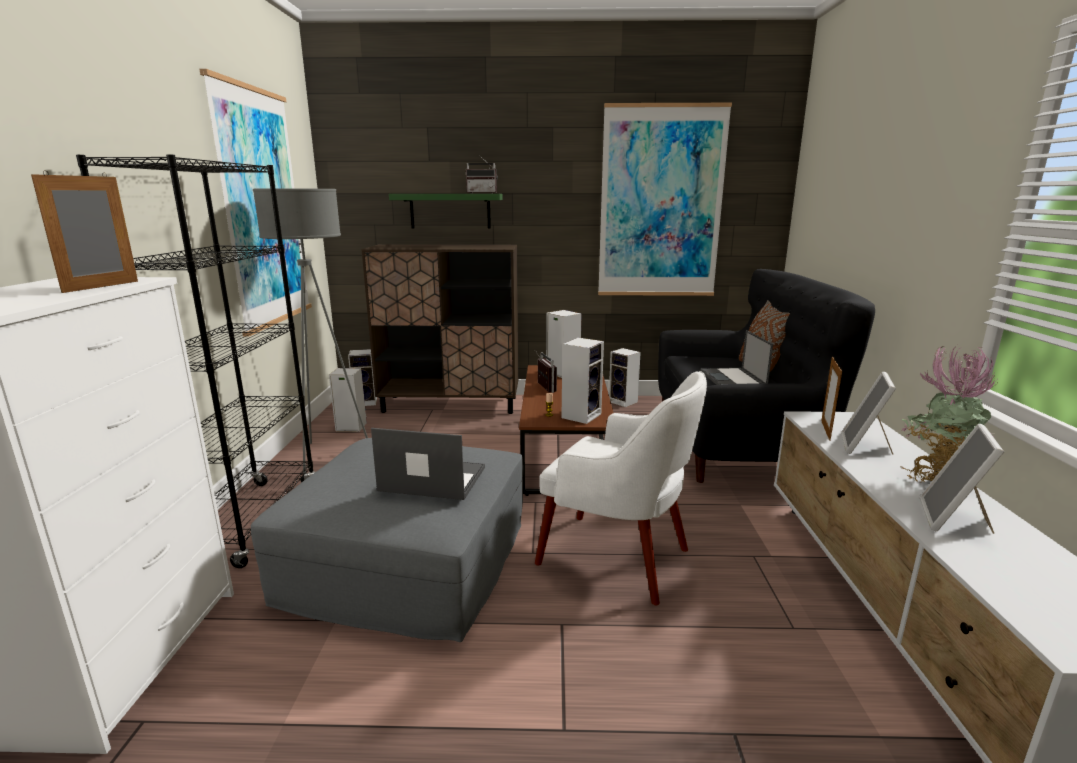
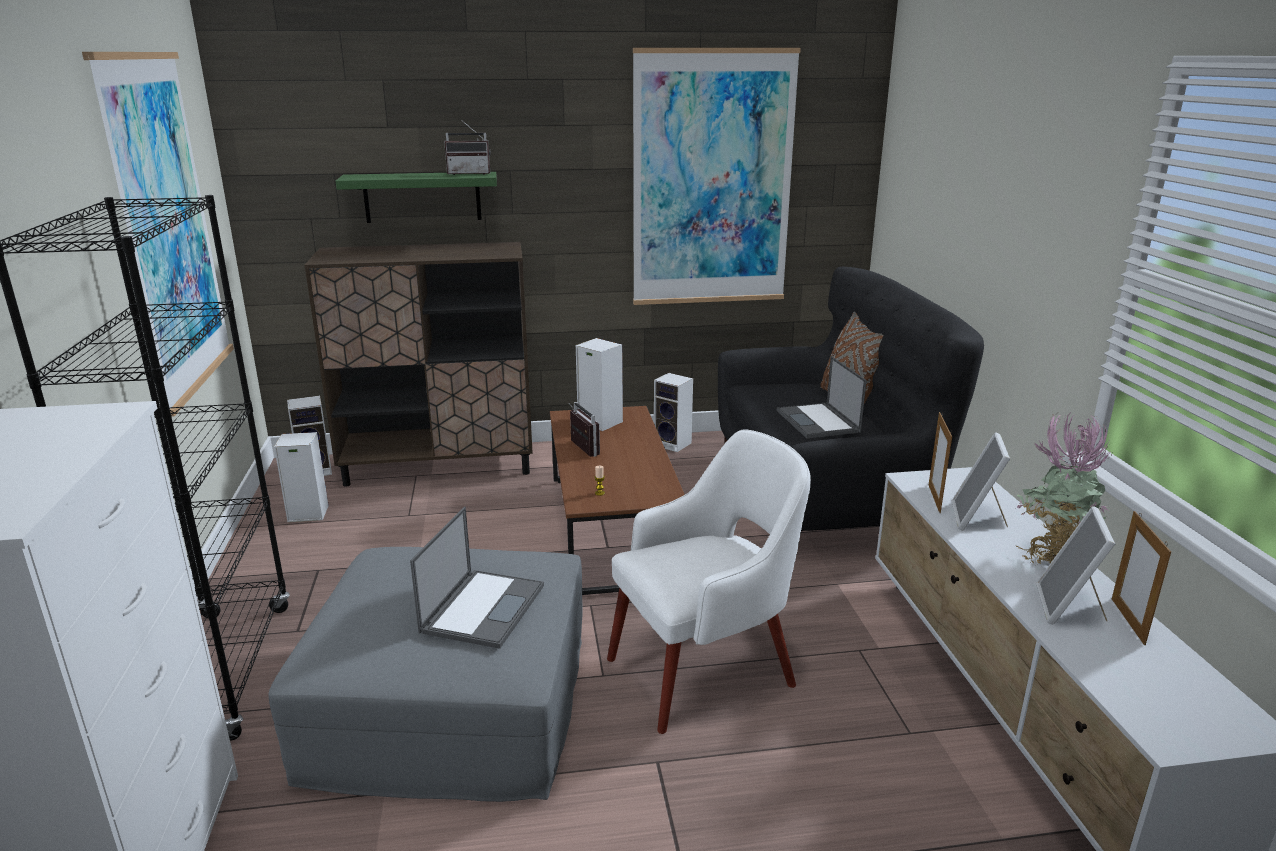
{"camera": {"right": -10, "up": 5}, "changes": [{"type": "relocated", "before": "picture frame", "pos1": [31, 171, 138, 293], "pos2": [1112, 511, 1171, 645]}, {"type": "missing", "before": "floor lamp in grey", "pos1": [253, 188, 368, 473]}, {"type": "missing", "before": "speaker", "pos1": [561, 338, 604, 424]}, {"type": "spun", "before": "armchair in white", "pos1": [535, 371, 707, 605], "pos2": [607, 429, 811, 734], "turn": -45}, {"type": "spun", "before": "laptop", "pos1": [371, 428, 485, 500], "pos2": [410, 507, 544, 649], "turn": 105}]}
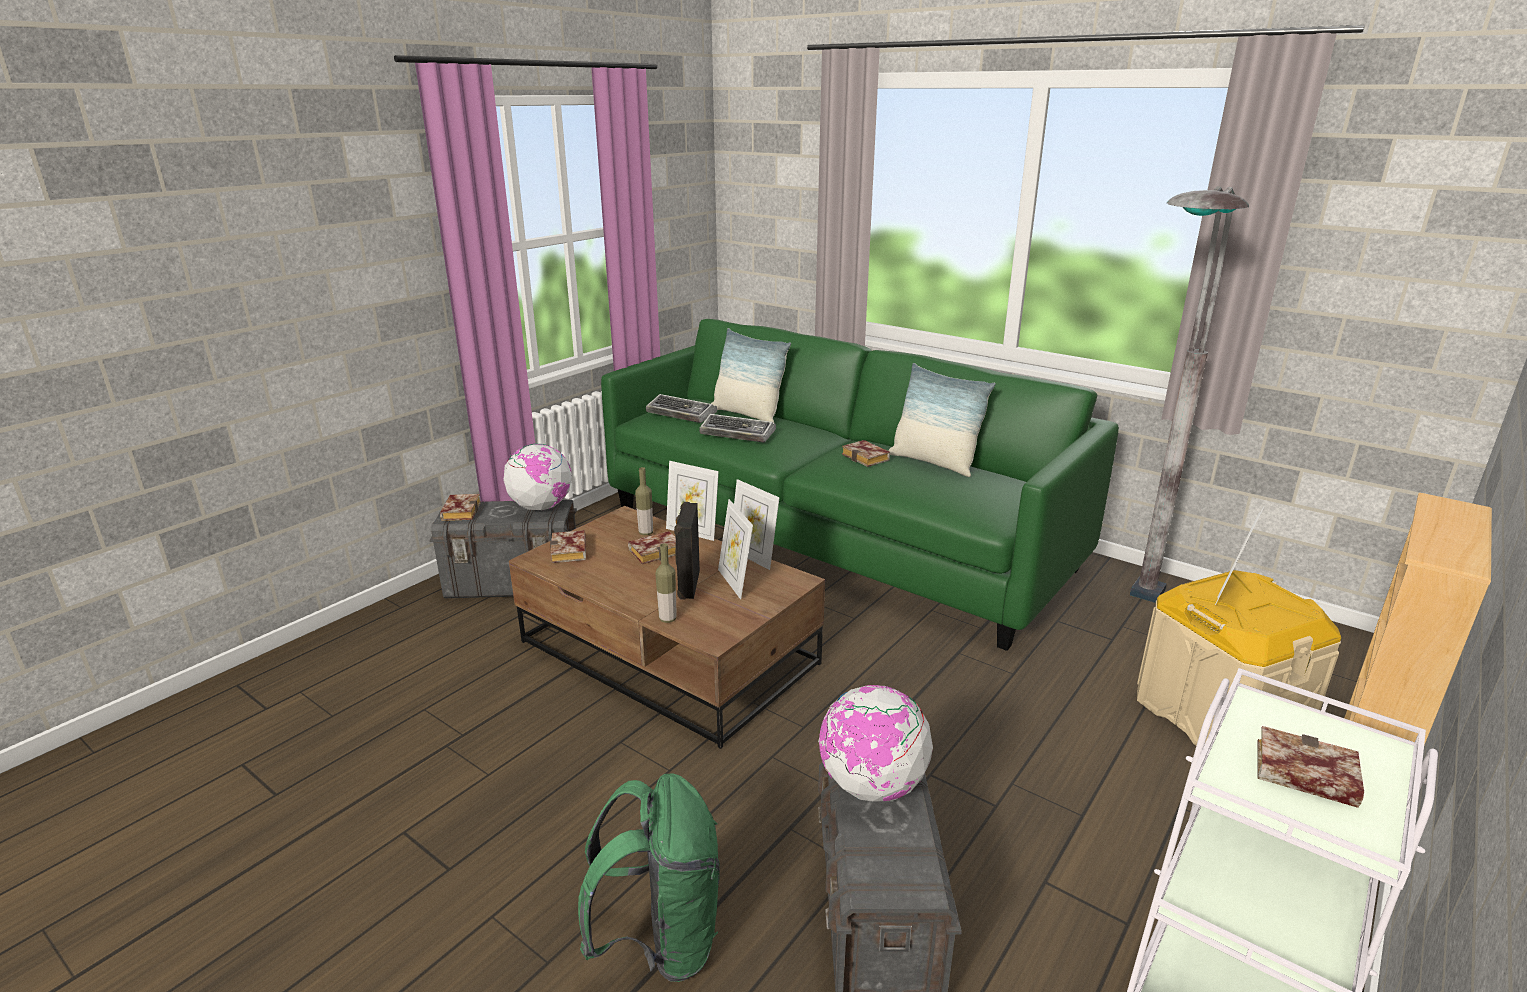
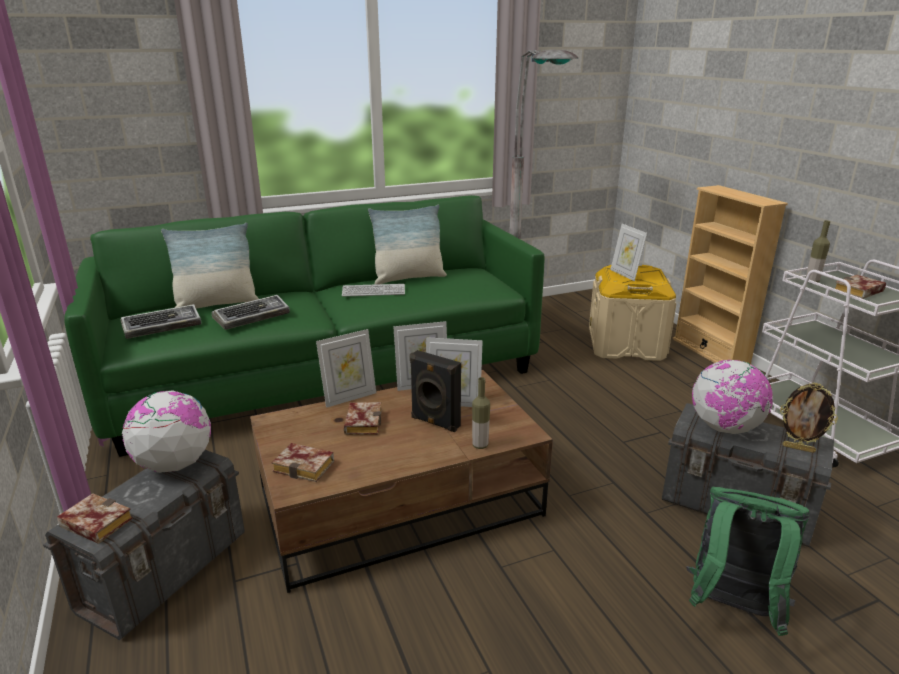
{"camera": {"right": -60, "up": 0}, "changes": [{"type": "exchanged", "before": "book", "after": "keyboard", "pos1": [842, 440, 890, 467], "pos2": [342, 284, 405, 297]}, {"type": "relocated", "before": "bottle", "pos1": [635, 467, 653, 535], "pos2": [806, 220, 830, 282]}, {"type": "appeared", "after": "picture frame", "pos2": [780, 383, 838, 453]}]}
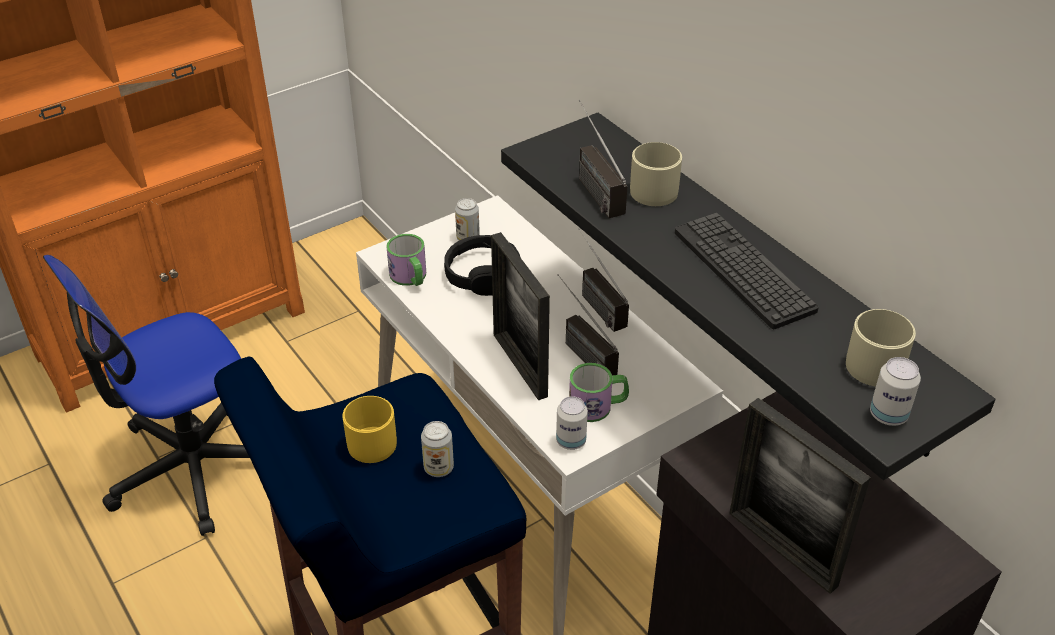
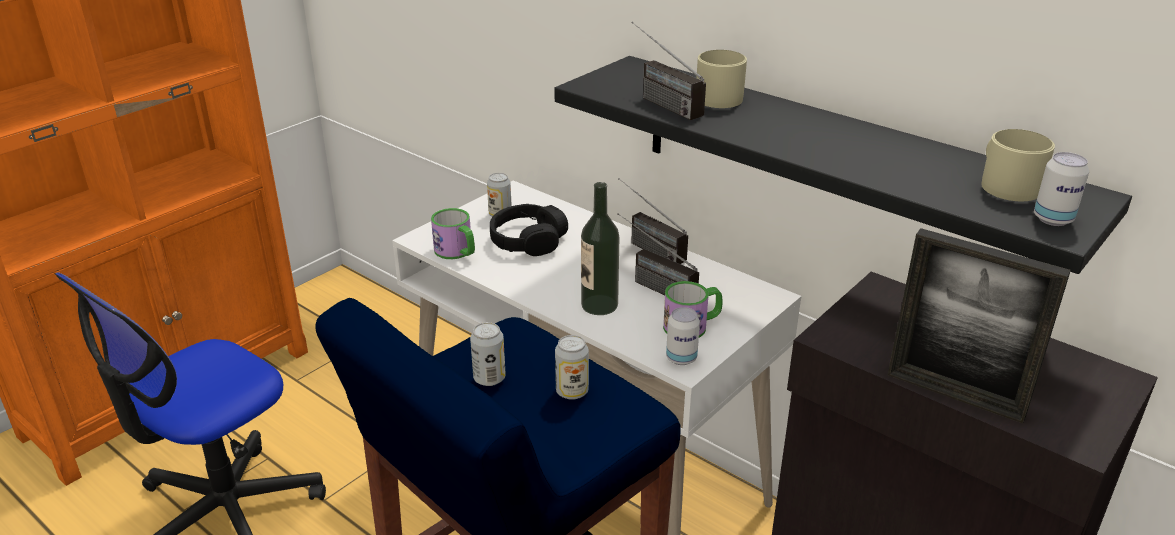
{"camera": {"right": -15, "up": -10}, "changes": [{"type": "missing", "before": "keyboard", "pos1": [675, 213, 819, 329]}, {"type": "exchanged", "before": "picture frame", "after": "bottle", "pos1": [491, 232, 550, 400], "pos2": [581, 182, 619, 315]}, {"type": "exchanged", "before": "mug in yellow", "after": "can", "pos1": [342, 396, 397, 463], "pos2": [470, 322, 506, 386]}]}
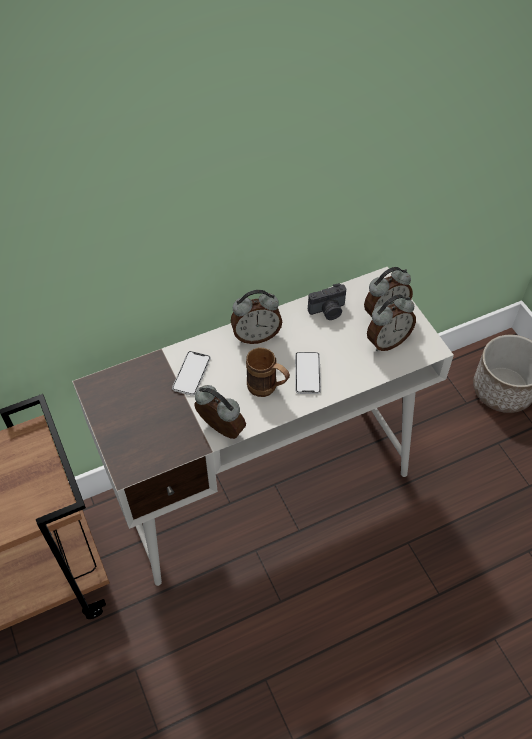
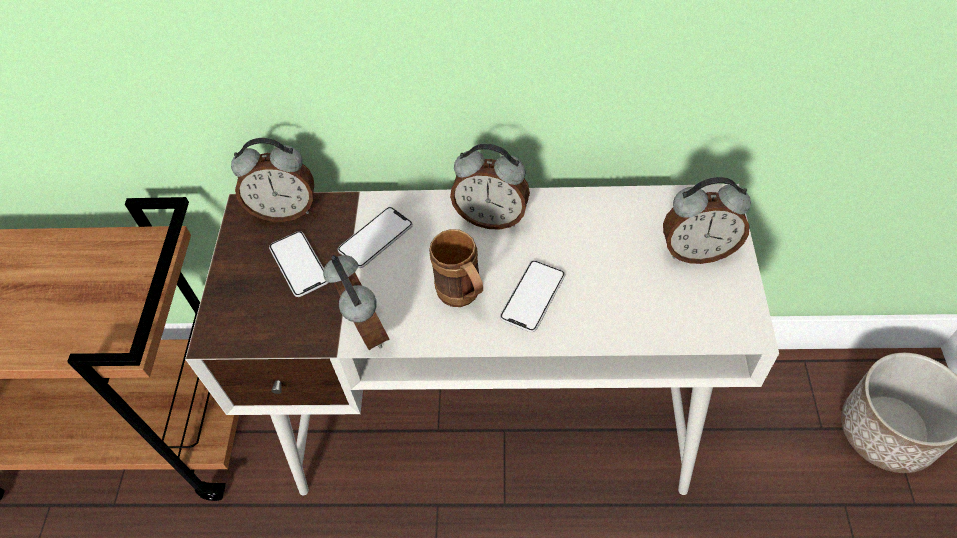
{"camera": {"right": 30, "up": 0}, "changes": [{"type": "missing", "before": "photo camera", "pos1": [308, 283, 346, 320]}, {"type": "relocated", "before": "alarm clock", "pos1": [367, 295, 416, 351], "pos2": [231, 138, 314, 222]}, {"type": "appeared", "after": "phone", "pos2": [269, 231, 329, 297]}]}
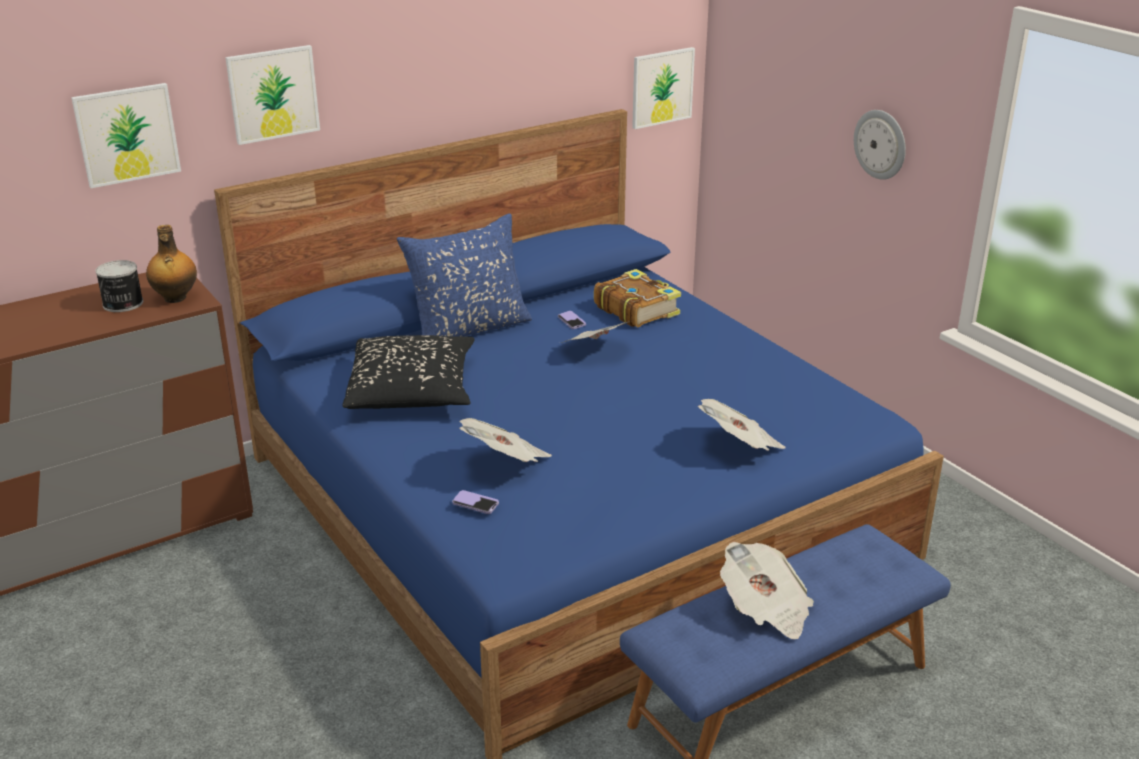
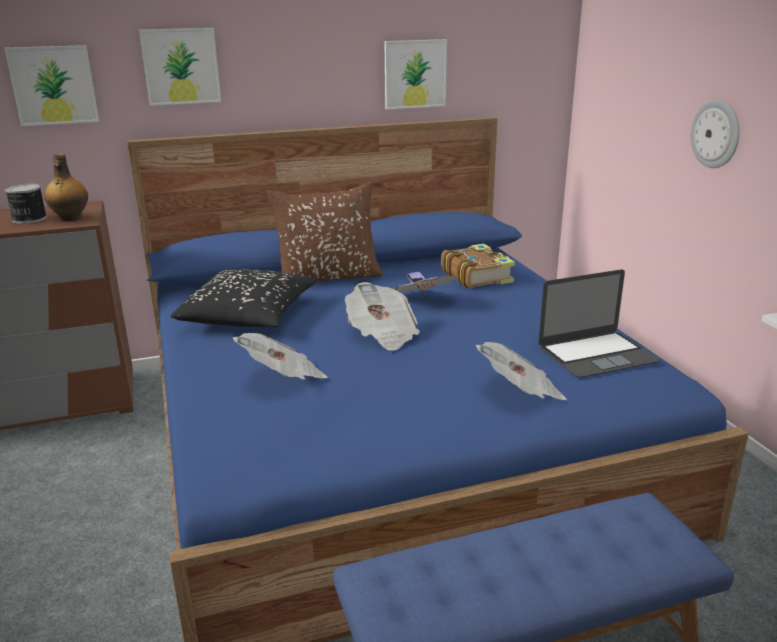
{"camera": {"right": 15, "up": -5}, "changes": [{"type": "relocated", "before": "picture", "pos1": [632, 47, 695, 129], "pos2": [385, 39, 447, 110]}, {"type": "colour", "before": "pillow in blue", "after": "pillow in brown", "pos1": [397, 213, 532, 337], "pos2": [266, 182, 383, 282]}, {"type": "missing", "before": "phone", "pos1": [452, 490, 499, 514]}, {"type": "relocated", "before": "newspaper", "pos1": [720, 542, 814, 639], "pos2": [345, 282, 420, 351]}, {"type": "appeared", "after": "laptop", "pos2": [539, 269, 660, 378]}]}
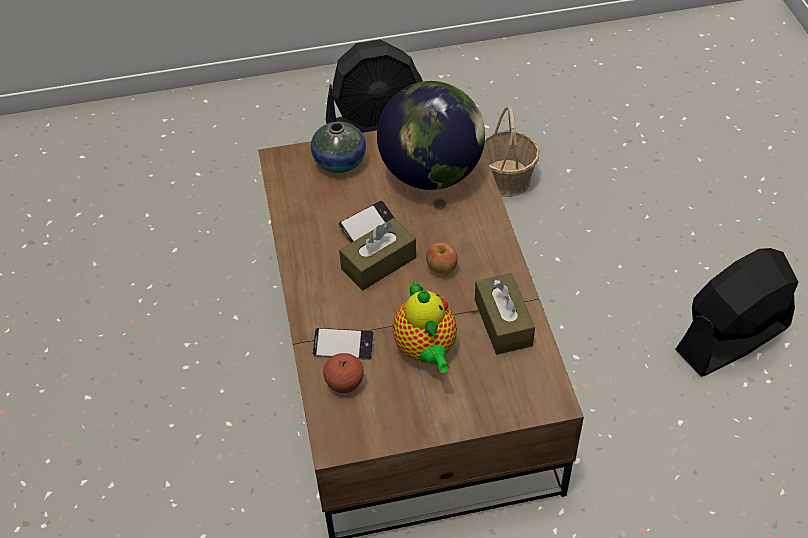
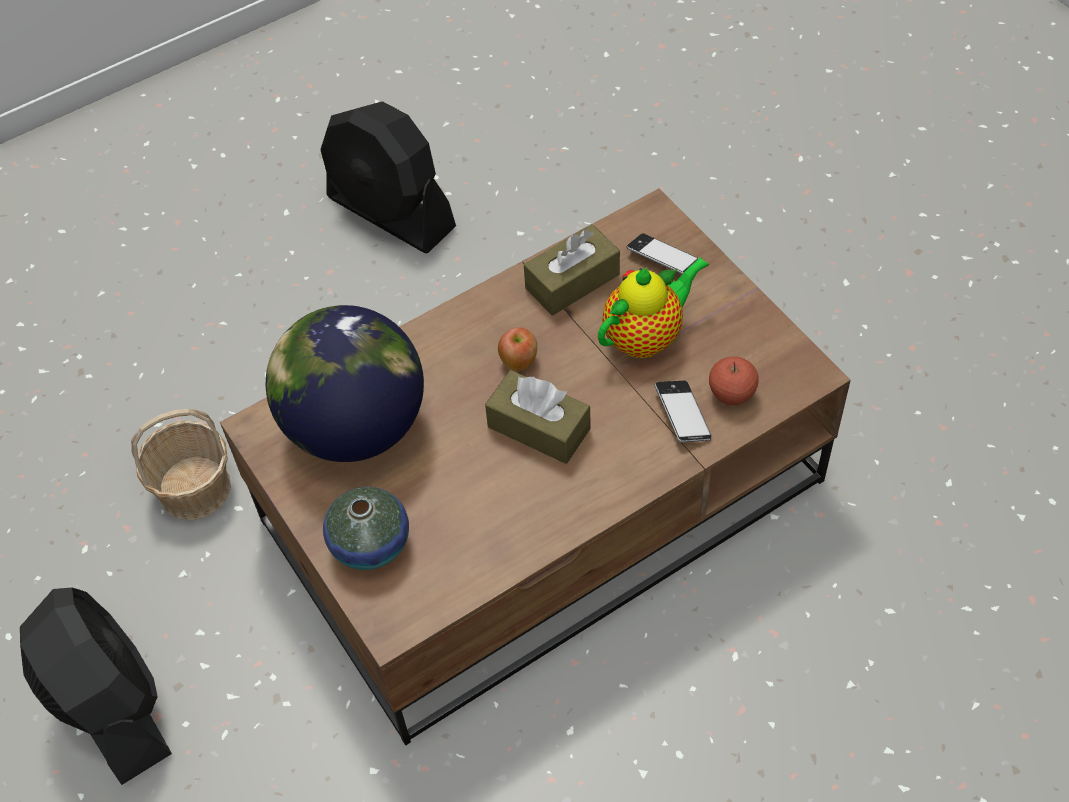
{"camera": {"right": -110, "up": 5}, "changes": [{"type": "relocated", "before": "phone", "pos1": [338, 201, 394, 243], "pos2": [626, 233, 699, 274]}]}
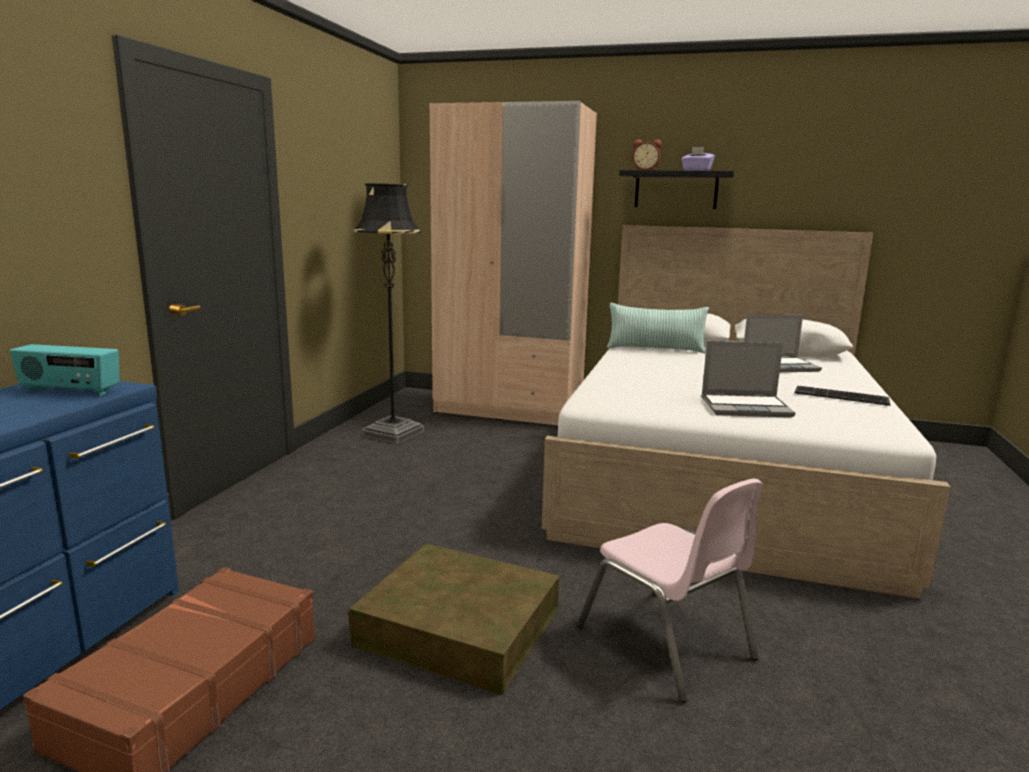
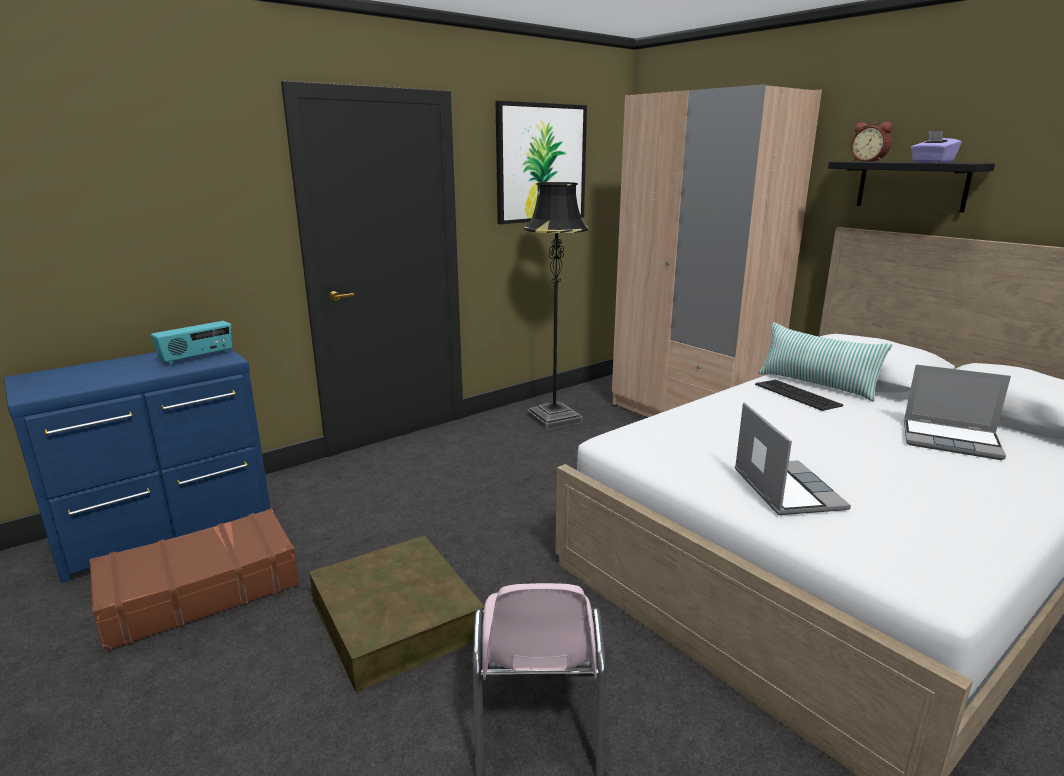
{"camera": {"right": 35, "up": 5}, "changes": [{"type": "spun", "before": "laptop", "pos1": [701, 341, 795, 418], "pos2": [735, 403, 851, 515], "turn": -135}, {"type": "spun", "before": "radio", "pos1": [10, 344, 120, 396], "pos2": [150, 321, 233, 366], "turn": -90}, {"type": "relocated", "before": "keyboard", "pos1": [794, 386, 890, 406], "pos2": [755, 380, 843, 411]}, {"type": "appeared", "after": "picture", "pos2": [495, 101, 587, 224]}]}
